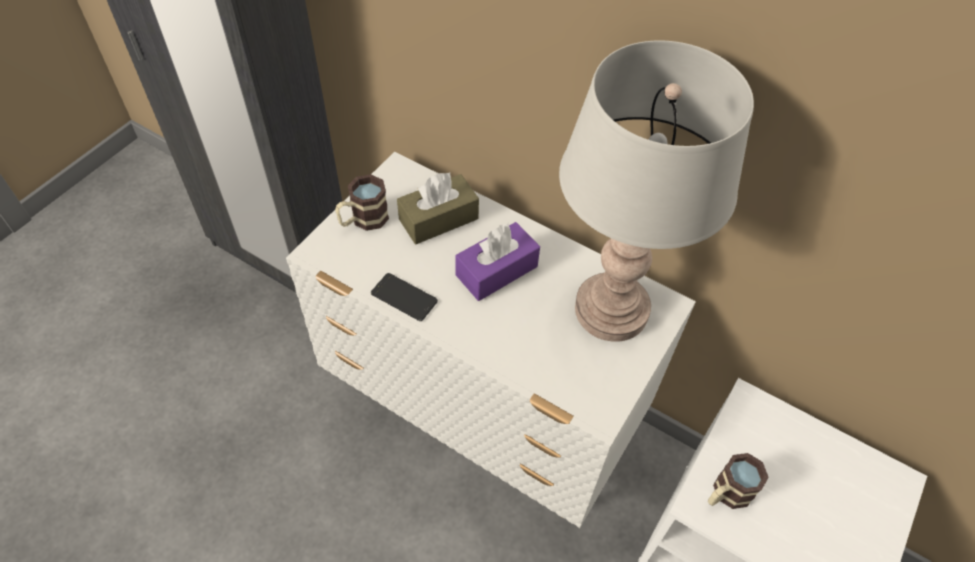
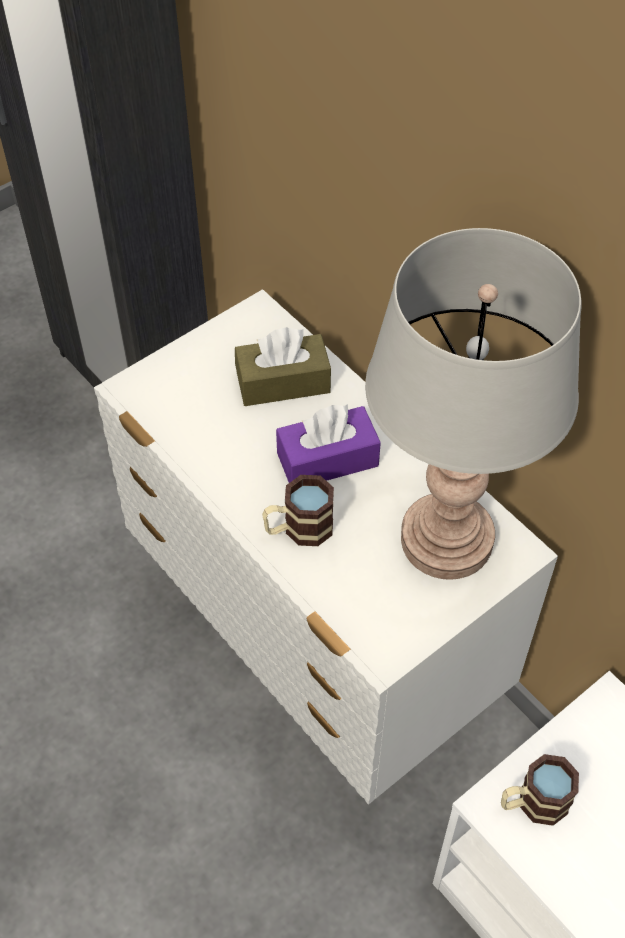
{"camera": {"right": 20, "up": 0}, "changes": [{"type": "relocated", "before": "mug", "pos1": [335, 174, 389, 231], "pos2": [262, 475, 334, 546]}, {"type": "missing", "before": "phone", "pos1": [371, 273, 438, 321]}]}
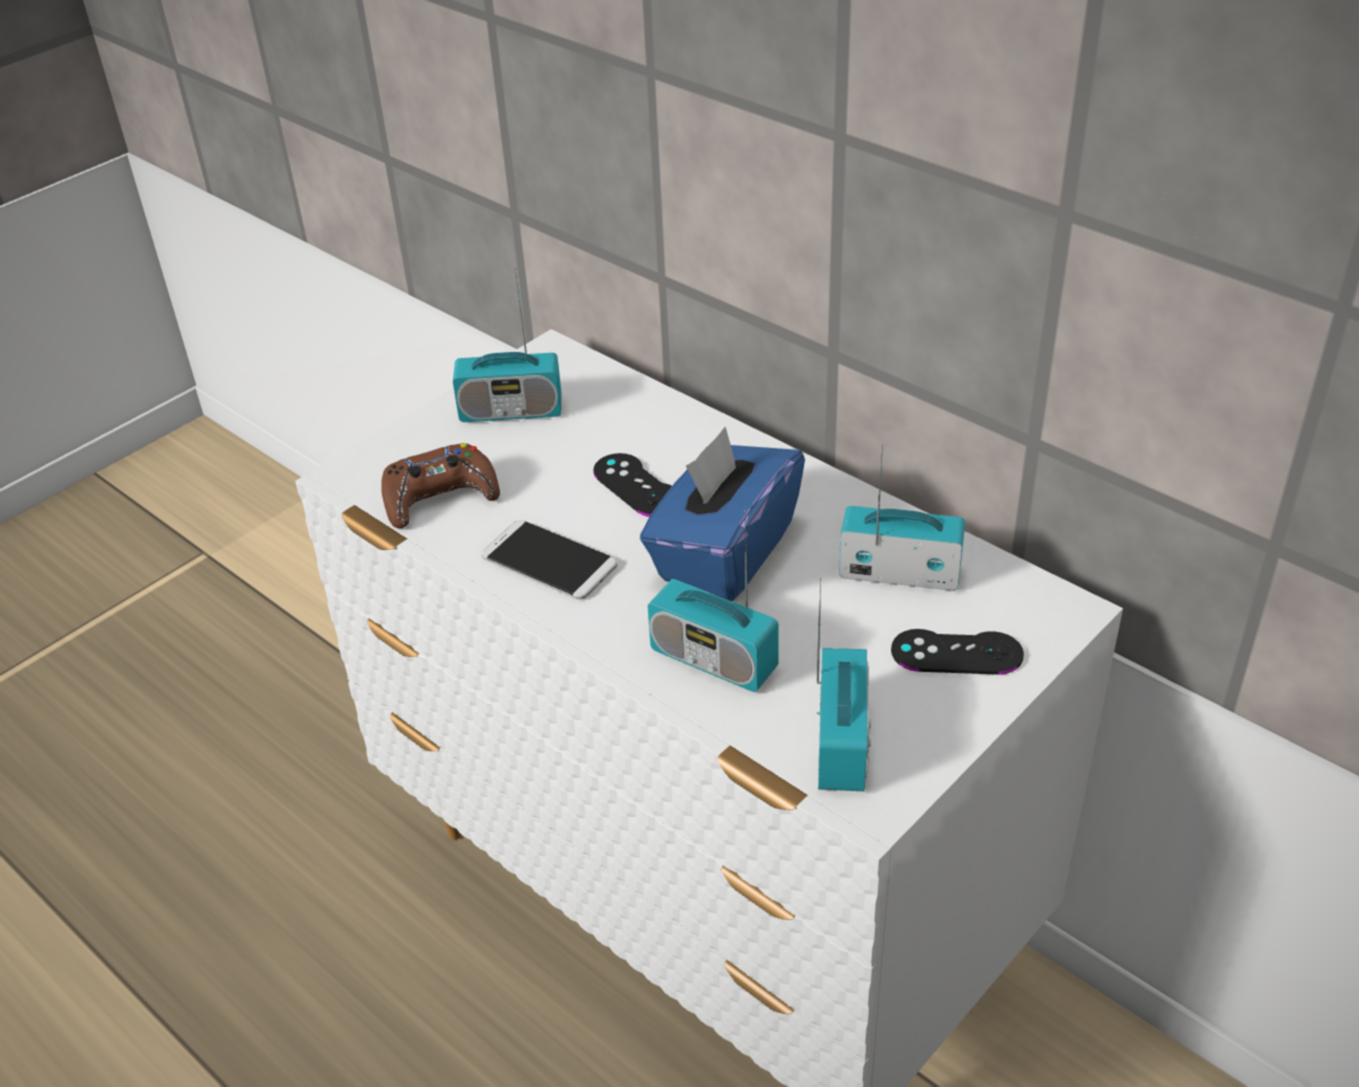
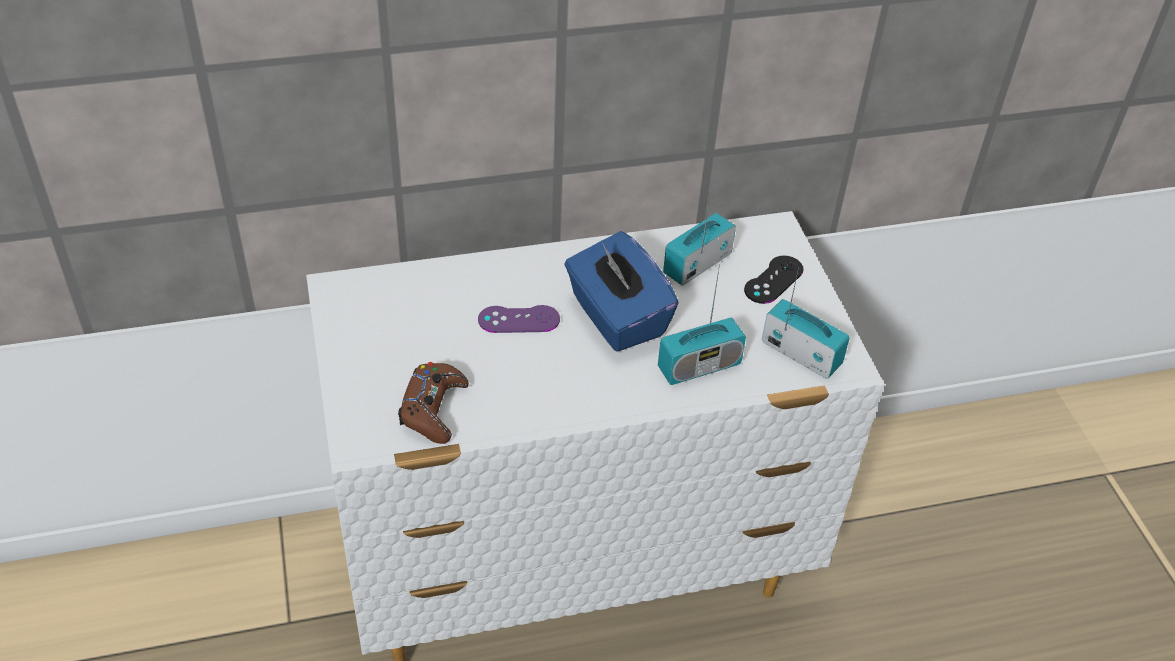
{"camera": {"right": -60, "up": 5}, "changes": [{"type": "missing", "before": "radio", "pos1": [453, 269, 562, 422]}, {"type": "colour", "before": "game controller in black", "after": "game controller in purple", "pos1": [593, 453, 672, 517], "pos2": [478, 305, 560, 333]}, {"type": "missing", "before": "phone", "pos1": [482, 520, 618, 599]}]}
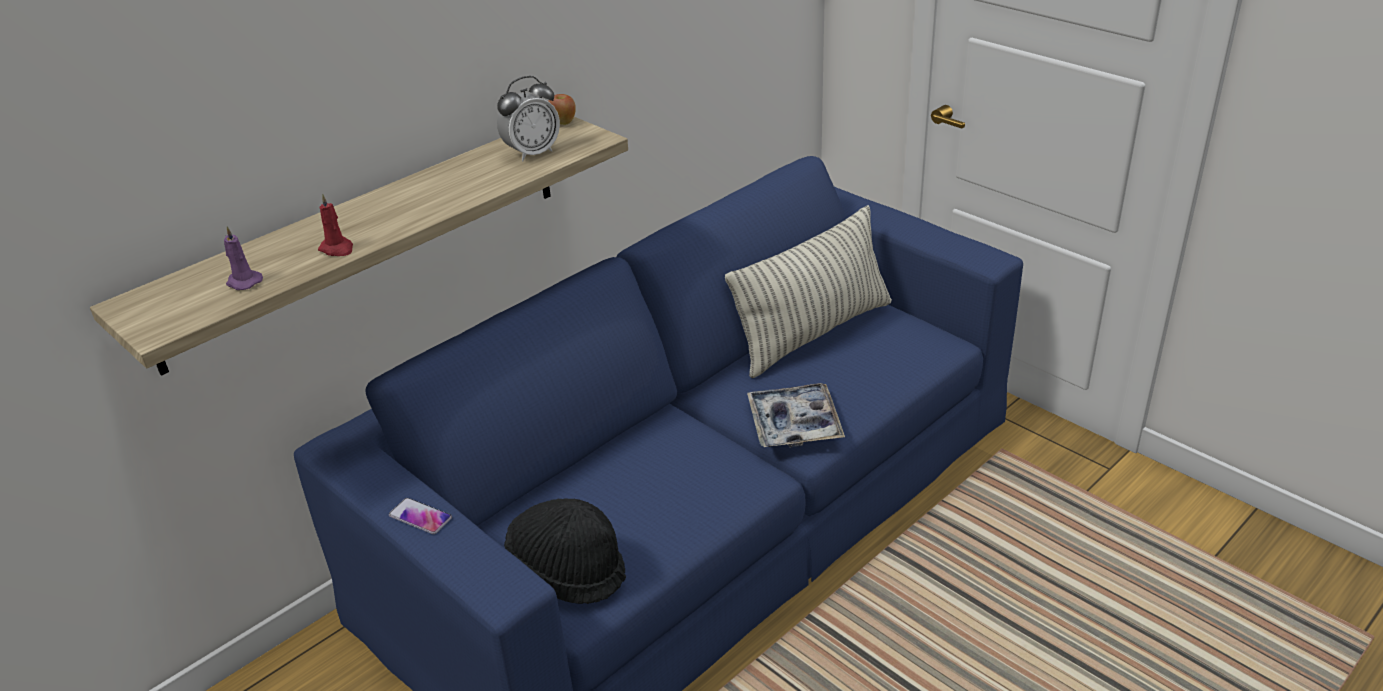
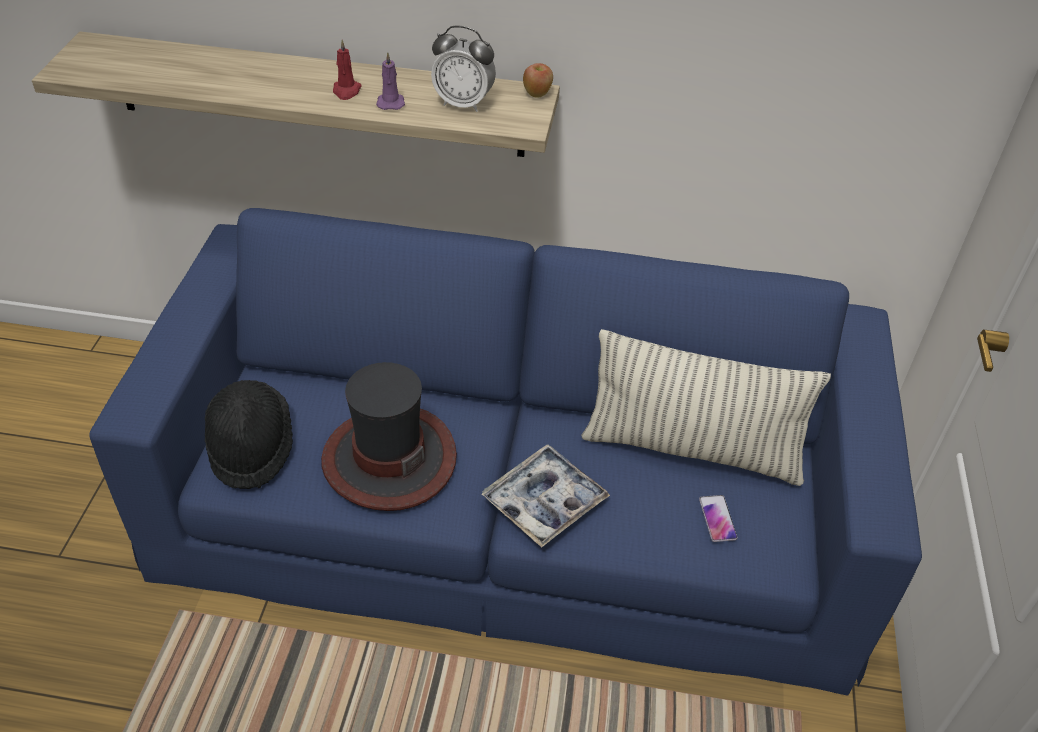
{"camera": {"right": 50, "up": 10}, "changes": [{"type": "relocated", "before": "candle in red", "pos1": [318, 193, 353, 256], "pos2": [333, 40, 362, 100]}, {"type": "relocated", "before": "candle in purple", "pos1": [224, 226, 263, 290], "pos2": [376, 52, 405, 110]}, {"type": "relocated", "before": "phone", "pos1": [389, 498, 452, 534], "pos2": [699, 495, 738, 542]}, {"type": "appeared", "after": "hat", "pos2": [321, 362, 457, 511]}]}
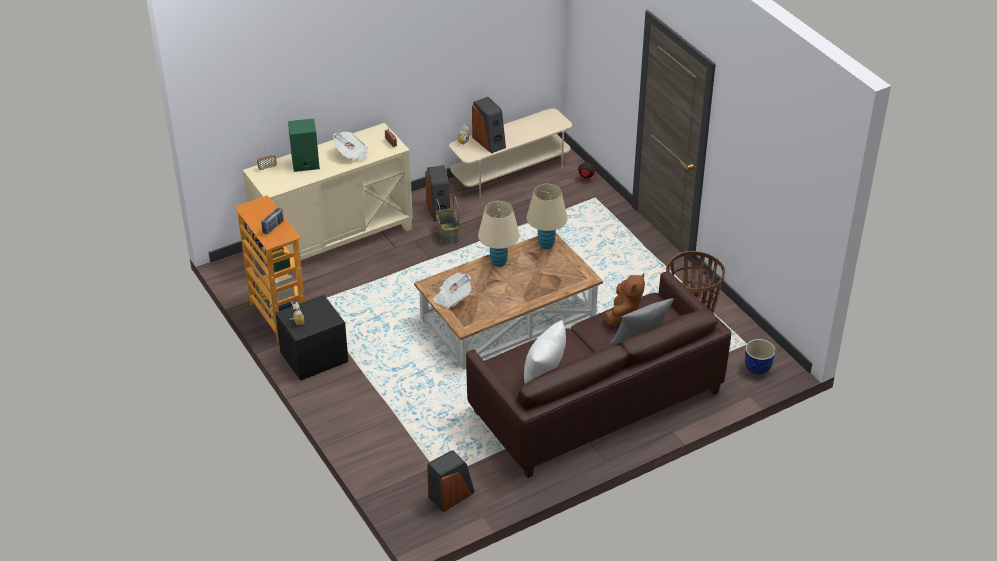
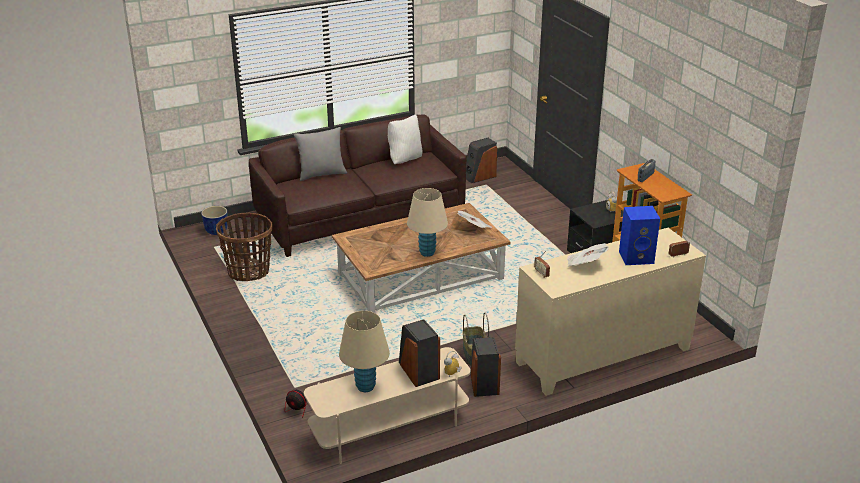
{"camera": {"right": -175, "up": -10}, "changes": [{"type": "colour", "before": "speaker in green", "after": "speaker in blue", "pos1": [288, 119, 320, 172], "pos2": [619, 206, 660, 265]}, {"type": "relocated", "before": "table lamp in beige", "pos1": [527, 184, 568, 249], "pos2": [339, 311, 390, 392]}, {"type": "missing", "before": "plush toy in brown", "pos1": [605, 273, 645, 326]}]}
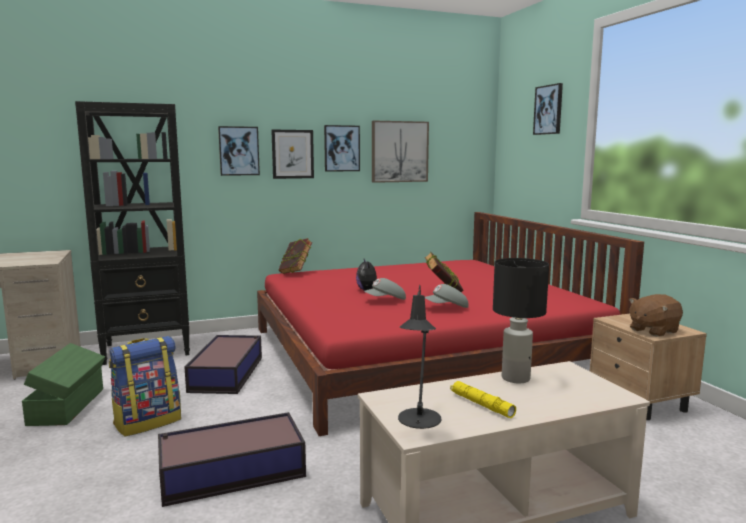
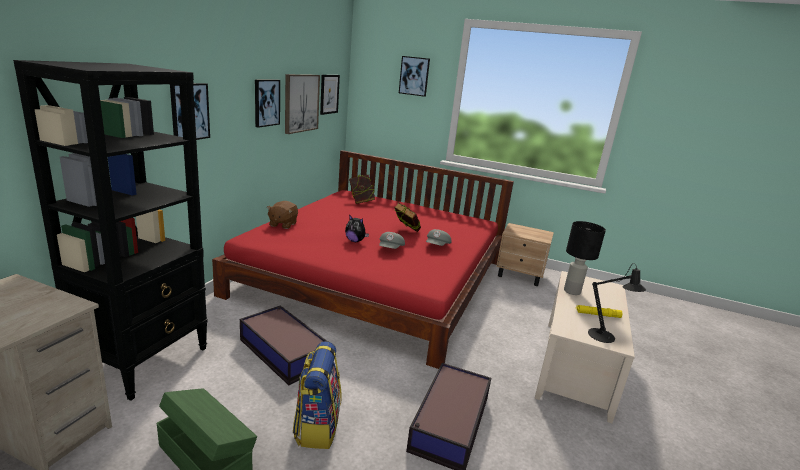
{"camera": {"right": -50, "up": 10}, "changes": [{"type": "relocated", "before": "picture", "pos1": [271, 130, 314, 179], "pos2": [320, 75, 340, 115]}, {"type": "relocated", "before": "book", "pos1": [278, 238, 312, 274], "pos2": [349, 175, 375, 204]}, {"type": "relocated", "before": "plush toy in brown", "pos1": [629, 294, 683, 337], "pos2": [267, 201, 298, 229]}]}
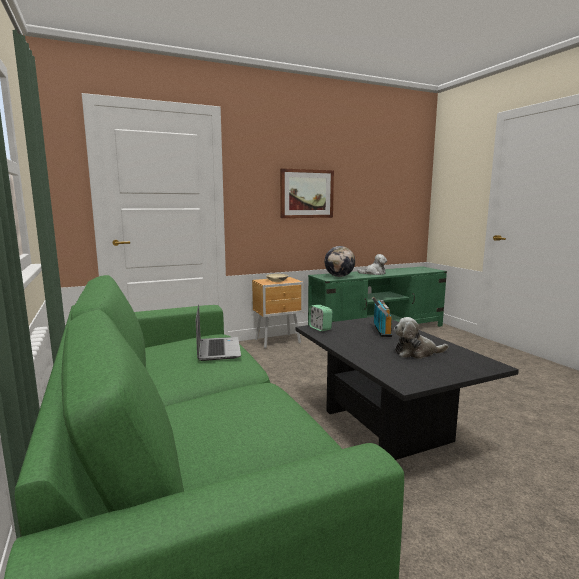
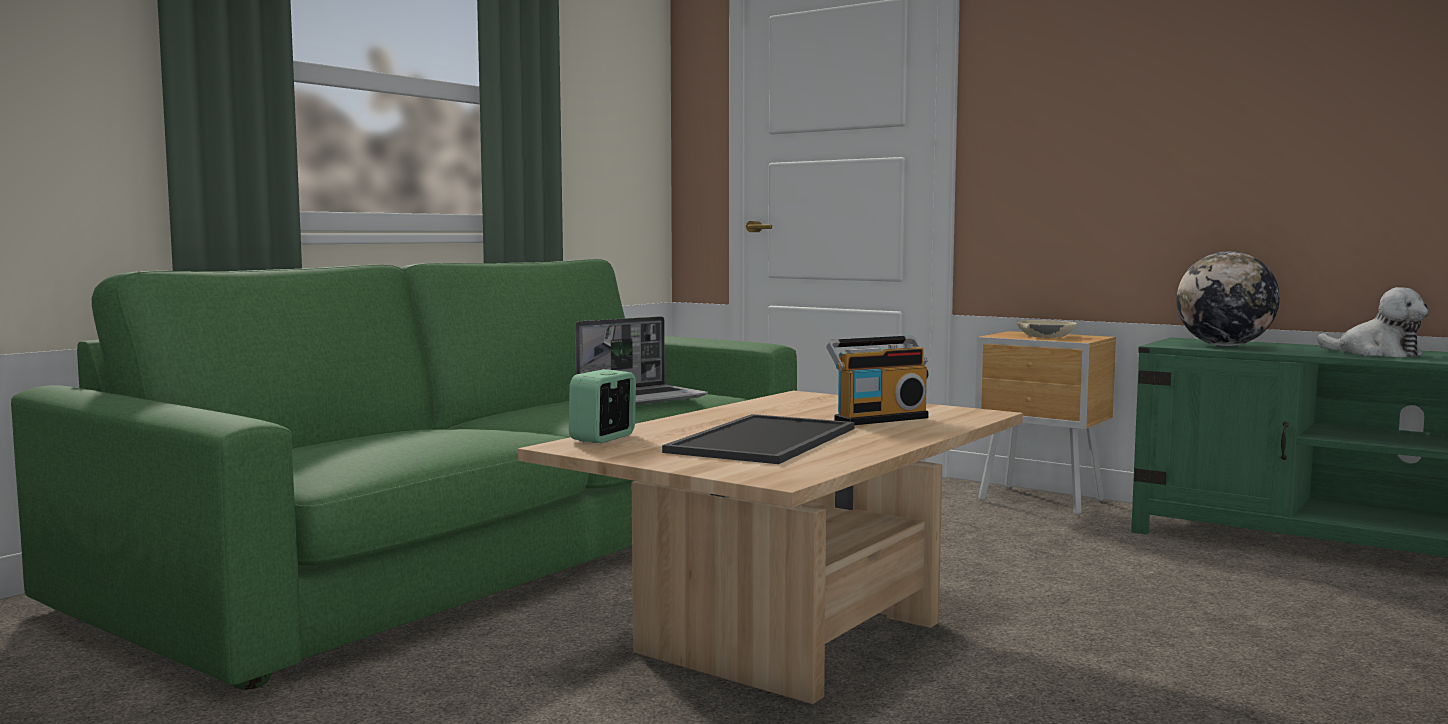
{"camera": {"right": 60, "up": -5}, "changes": [{"type": "missing", "before": "picture", "pos1": [280, 168, 334, 218]}, {"type": "relocated", "before": "alarm clock", "pos1": [308, 305, 332, 332], "pos2": [569, 369, 636, 443]}, {"type": "colour", "before": "coffee table in black", "after": "coffee table in beige", "pos1": [296, 317, 519, 460], "pos2": [518, 391, 1023, 704]}, {"type": "exchanged", "before": "plush toy", "after": "tray", "pos1": [394, 317, 448, 359], "pos2": [662, 414, 854, 464]}]}
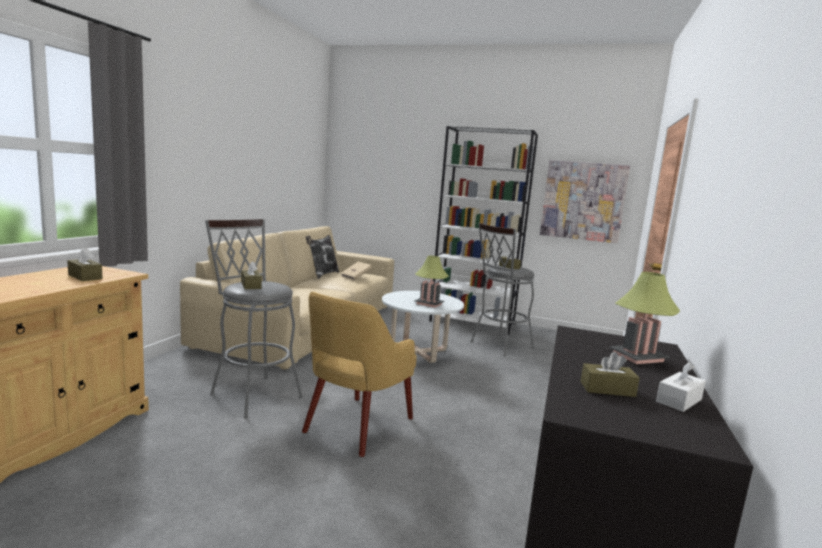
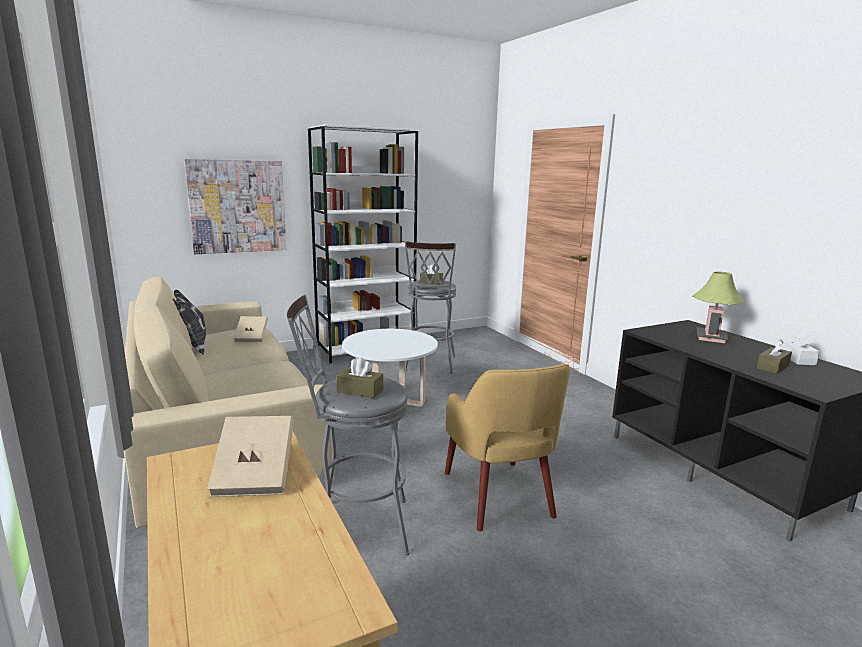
{"camera": {"right": -45, "up": 5}, "changes": [{"type": "relocated", "before": "picture", "pos1": [540, 160, 630, 243], "pos2": [184, 159, 286, 254]}, {"type": "exchanged", "before": "tissue box in brown", "after": "book in beige", "pos1": [67, 248, 103, 281], "pos2": [207, 416, 294, 497]}, {"type": "missing", "before": "table lamp", "pos1": [414, 256, 449, 308]}]}
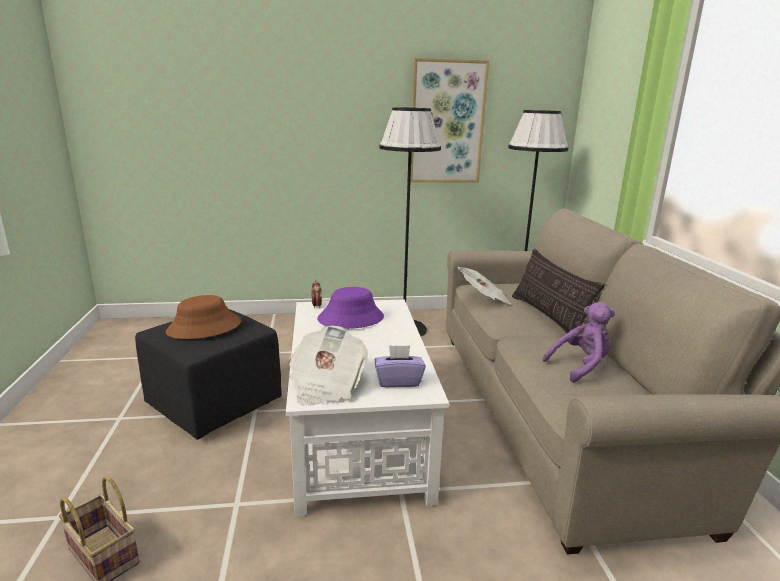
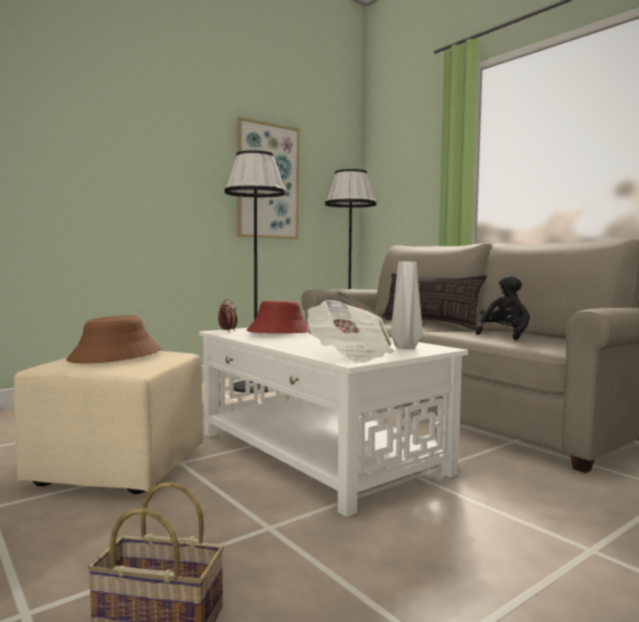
{"camera": {"right": -30, "up": -15}, "changes": [{"type": "colour", "before": "hat in purple", "after": "hat in red", "pos1": [317, 287, 384, 329], "pos2": [247, 300, 308, 334]}, {"type": "colour", "before": "plush toy in purple", "after": "plush toy in black", "pos1": [543, 302, 615, 383], "pos2": [476, 275, 530, 340]}, {"type": "colour", "before": "ottoman in black", "after": "ottoman in beige", "pos1": [135, 309, 282, 440], "pos2": [14, 351, 203, 494]}, {"type": "exchanged", "before": "tissue box in purple", "after": "vase in grey", "pos1": [375, 345, 426, 387], "pos2": [391, 262, 423, 349]}]}
